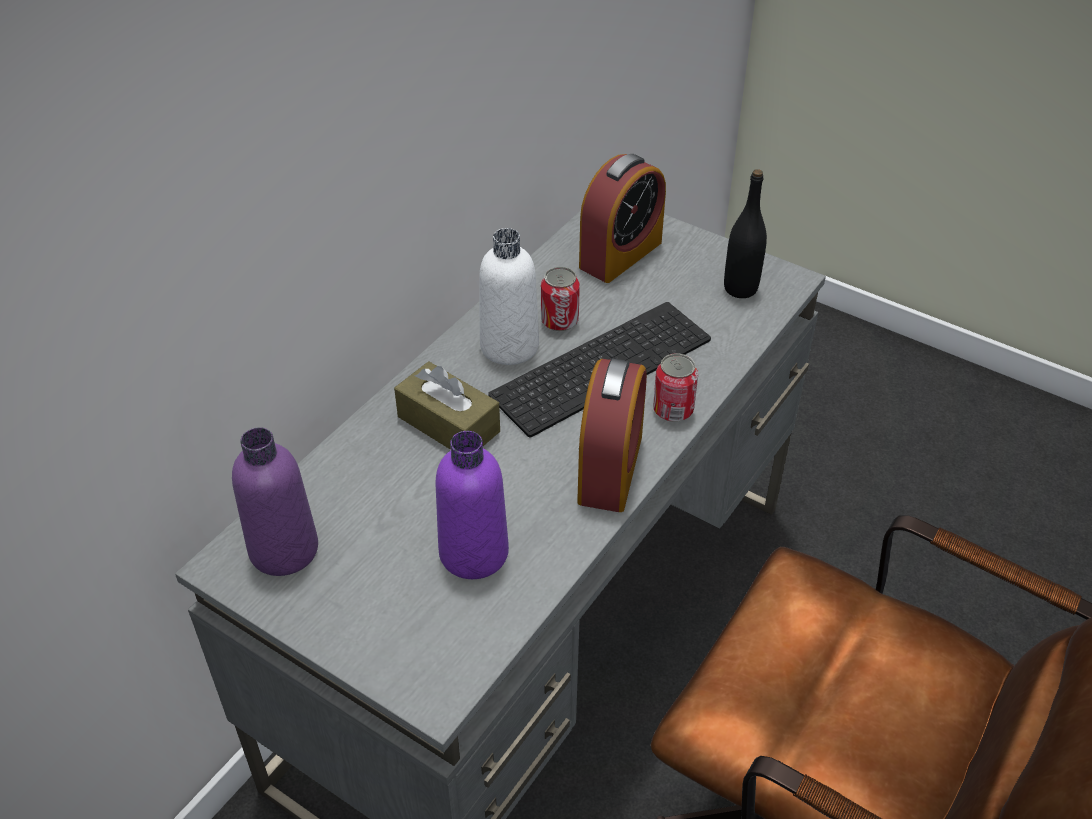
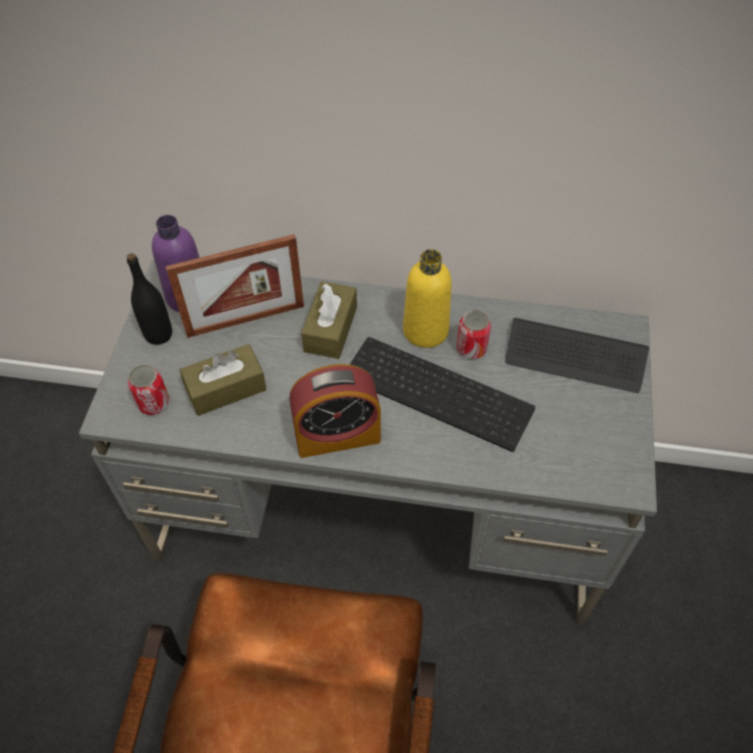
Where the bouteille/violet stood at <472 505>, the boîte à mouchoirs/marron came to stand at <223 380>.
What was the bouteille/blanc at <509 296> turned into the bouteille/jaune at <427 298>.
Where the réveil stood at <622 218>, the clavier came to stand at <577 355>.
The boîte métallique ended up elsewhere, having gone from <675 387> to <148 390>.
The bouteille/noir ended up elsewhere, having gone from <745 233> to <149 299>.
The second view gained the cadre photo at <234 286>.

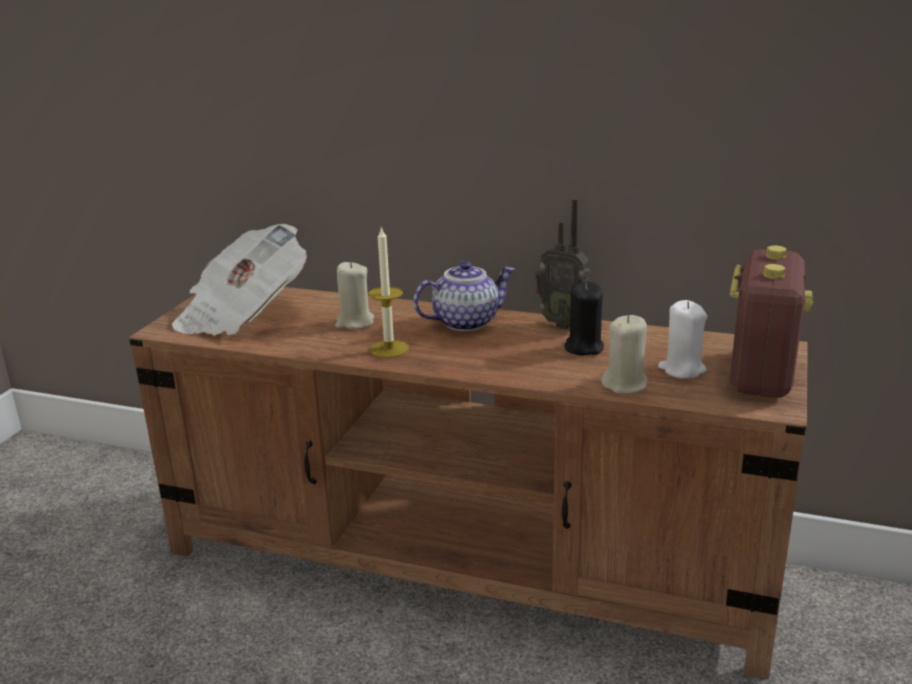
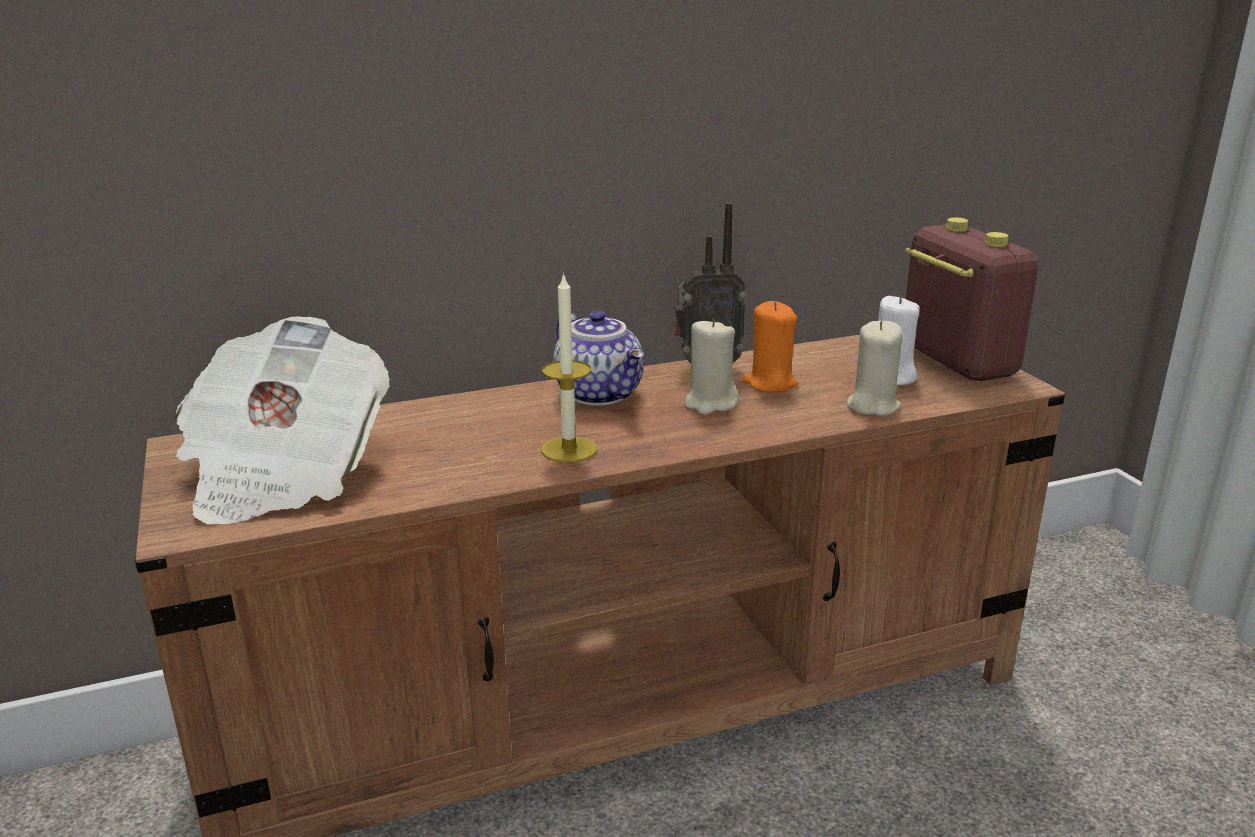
The bougie/beige ended up elsewhere, having gone from <354 295> to <711 366>.
The théière at <464 296> ended up facing another way, 120 degrees clockwise from before.
What was the bougie/noir at <584 319> turned into the bougie/orange at <770 347>.

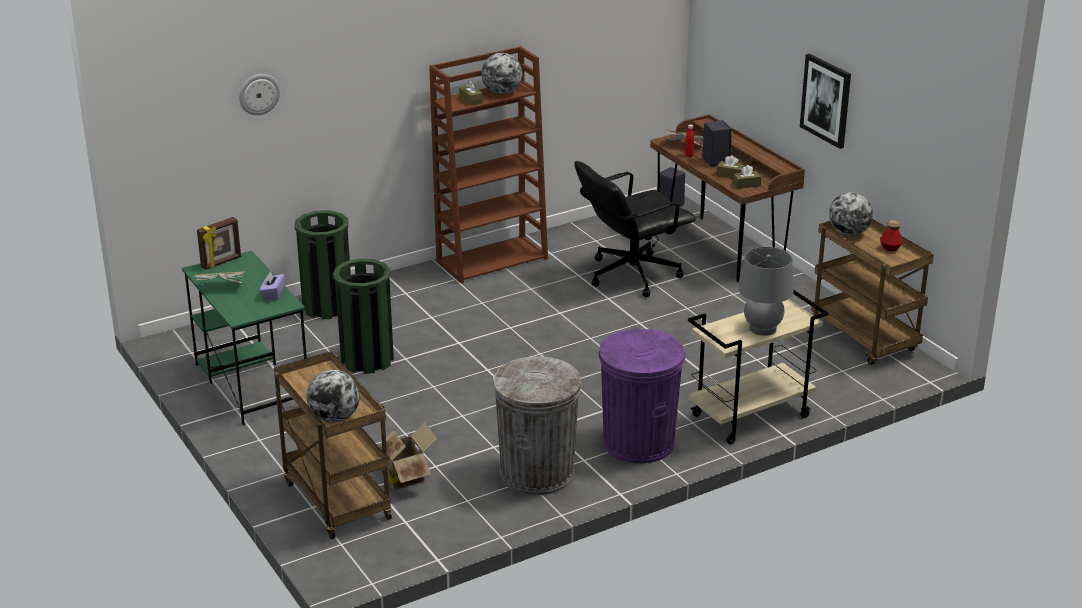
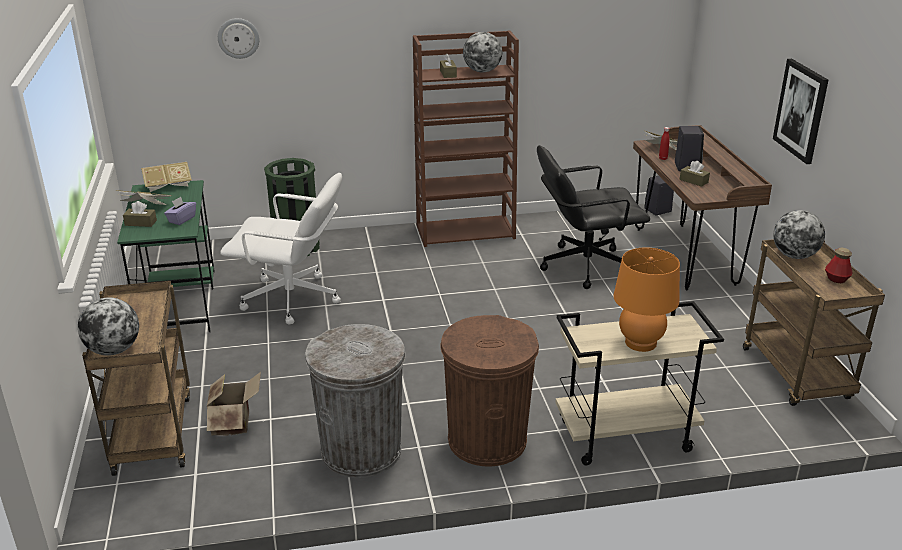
Where the cadre photo stood at <219 243>, the livre came to stand at <166 177>.
Where the poubelle/vert stood at <363 316>, the chaise de bureau/blanc came to stand at <281 249>.
What was the poubelle/violet at <642 395> turned into the poubelle/marron at <490 390>.
The boîte à mouchoirs/marron ended up elsewhere, having gone from <747 177> to <140 214>.
What was the lampe de table/gris at <766 291> turned into the lampe de table/orange at <647 300>.

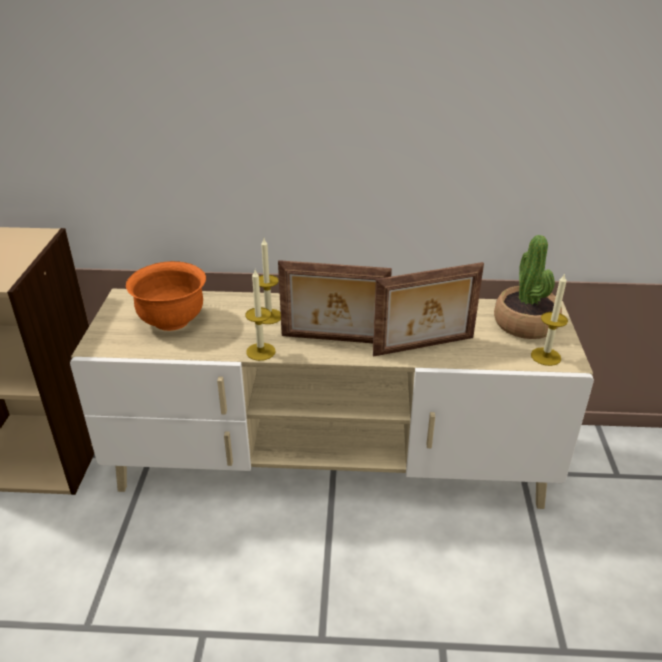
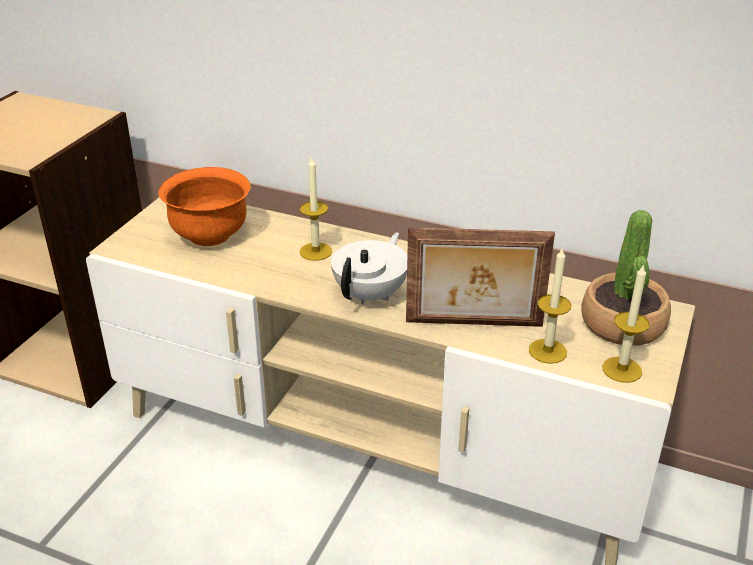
The bougie ended up elsewhere, having gone from <260 315> to <550 305>.
Where the cadre photo stood at <335 301>, the théière/blanc came to stand at <369 268>.

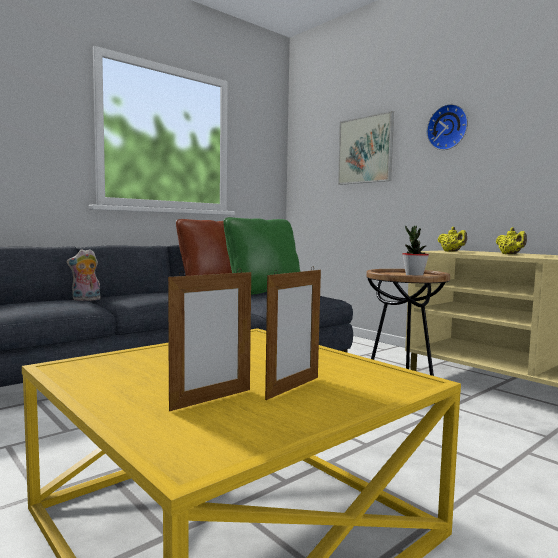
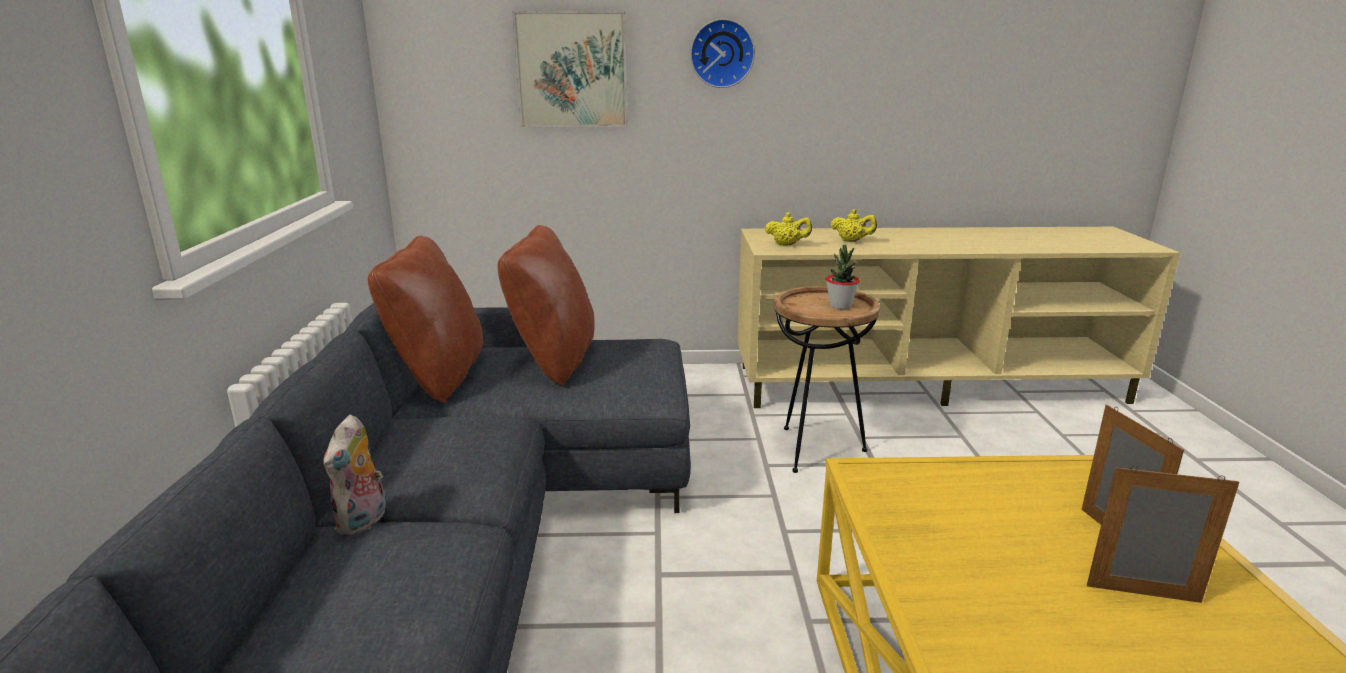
The cadre photo at <209 339> ended up facing another way, 75 degrees counterclockwise from before.
What was the coussin/vert at <262 256> turned into the coussin/marron at <546 305>.

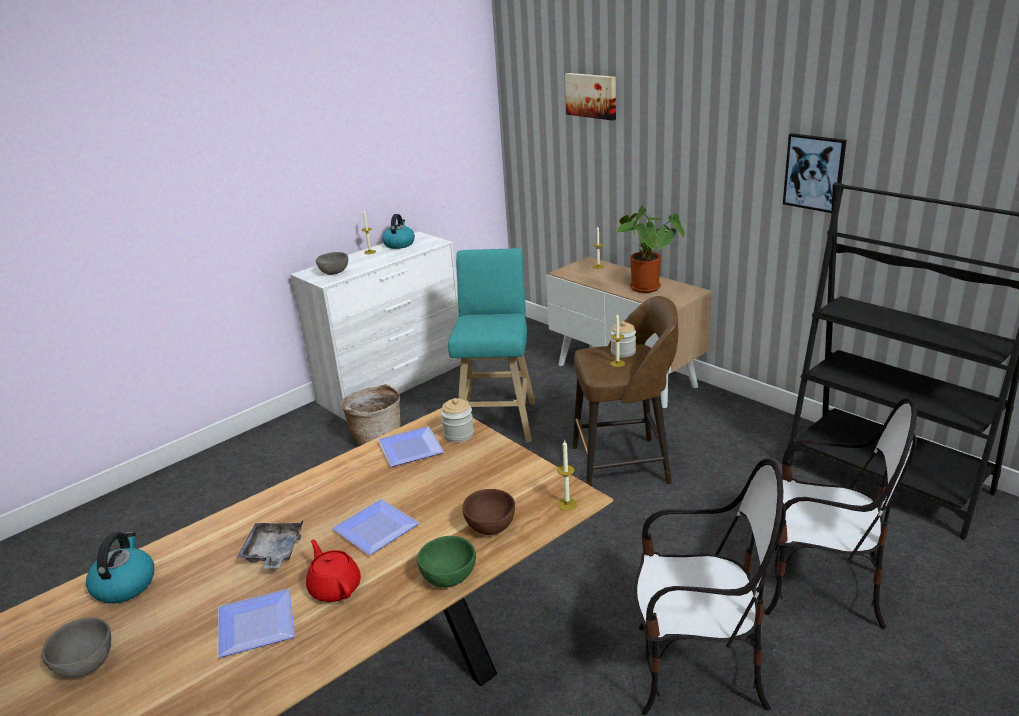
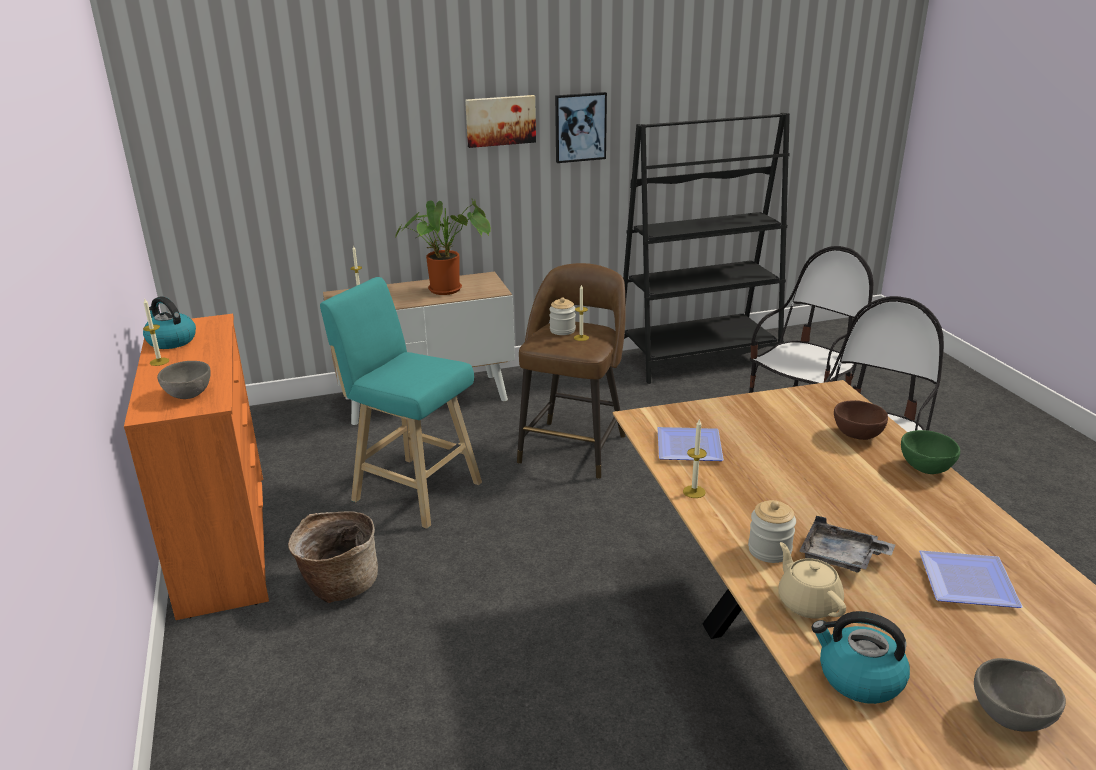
What was the commode/blanc at <375 326> turned into the commode/orange at <196 467>.
The second view lost the théière/rouge at <333 570>.
The second view lost the assiette at <375 527>.
The bocal ended up elsewhere, having gone from <457 420> to <772 531>.
The bougie ended up elsewhere, having gone from <567 475> to <695 458>.
The tableau ended up elsewhere, having gone from <590 96> to <500 121>.
The second view gained the théière/beige at <812 580>.

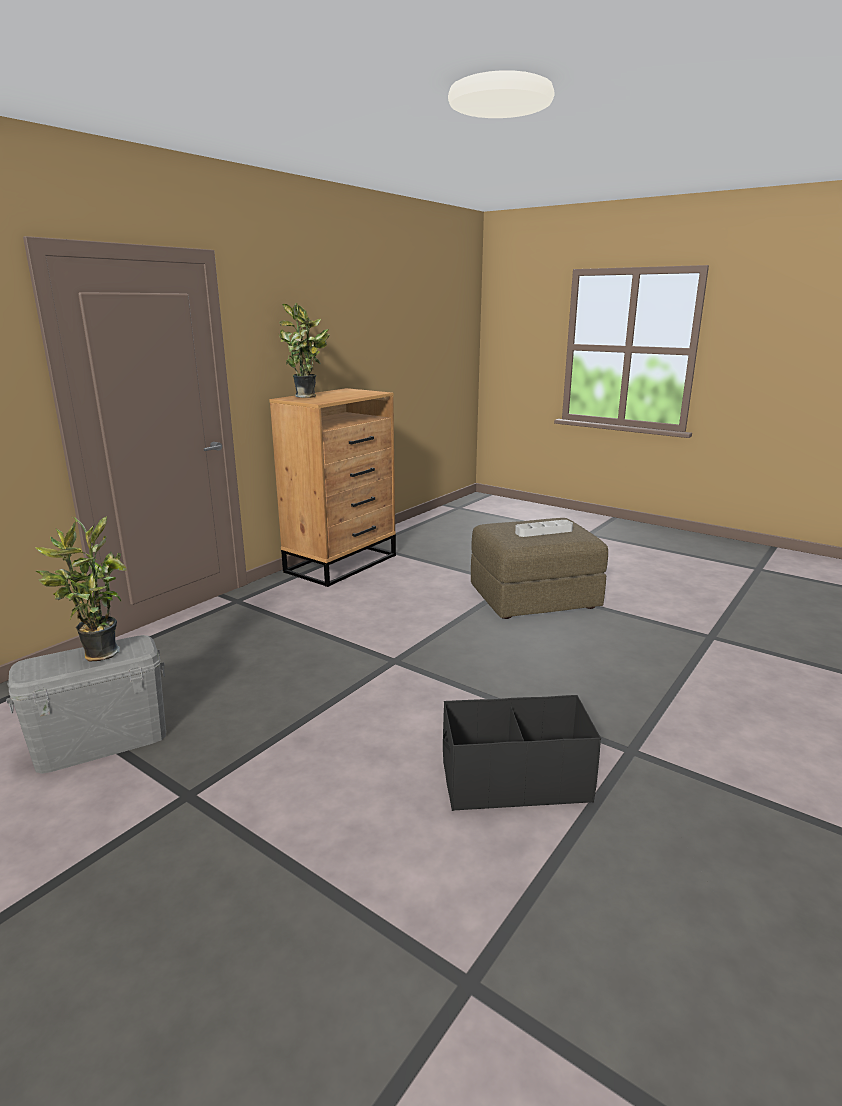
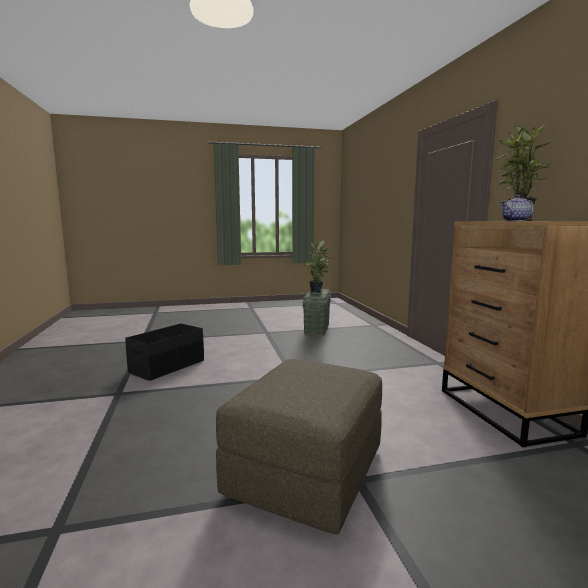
What was the boîte de rangement/gris at <86 704> turned into the boîte de rangement/vert at <317 312>.
The second view lost the plateau/gris at <544 528>.
The second view gained the théière at <517 208>.

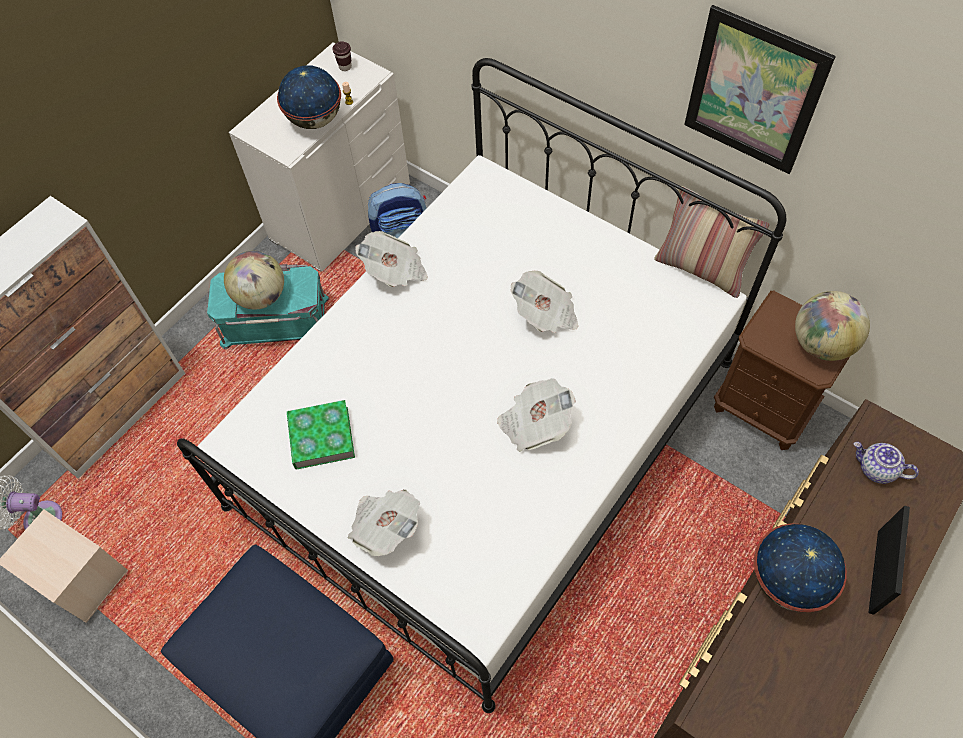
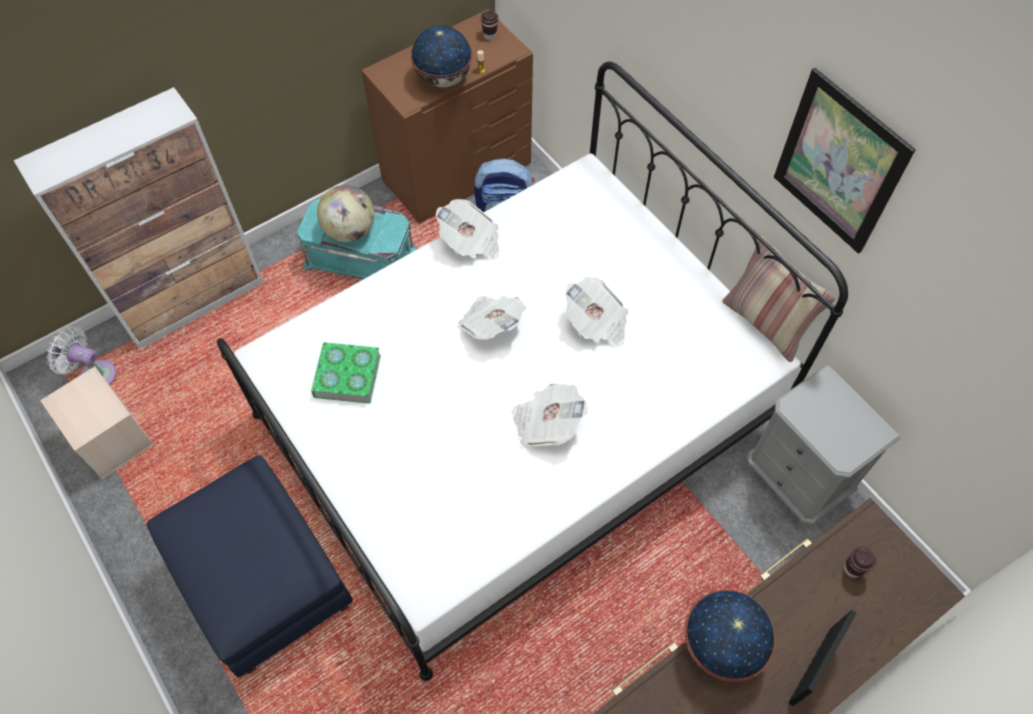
What was the commode/blanc at <319 157> turned into the commode/marron at <447 116>.
The journal ended up elsewhere, having gone from <384 522> to <492 318>.
What was the table de chevet/marron at <782 370> turned into the table de chevet/gris at <823 446>.
The second view lost the globe at <832 326>.
Where the théière stood at <886 463>, the tasse/marron came to stand at <860 562>.

